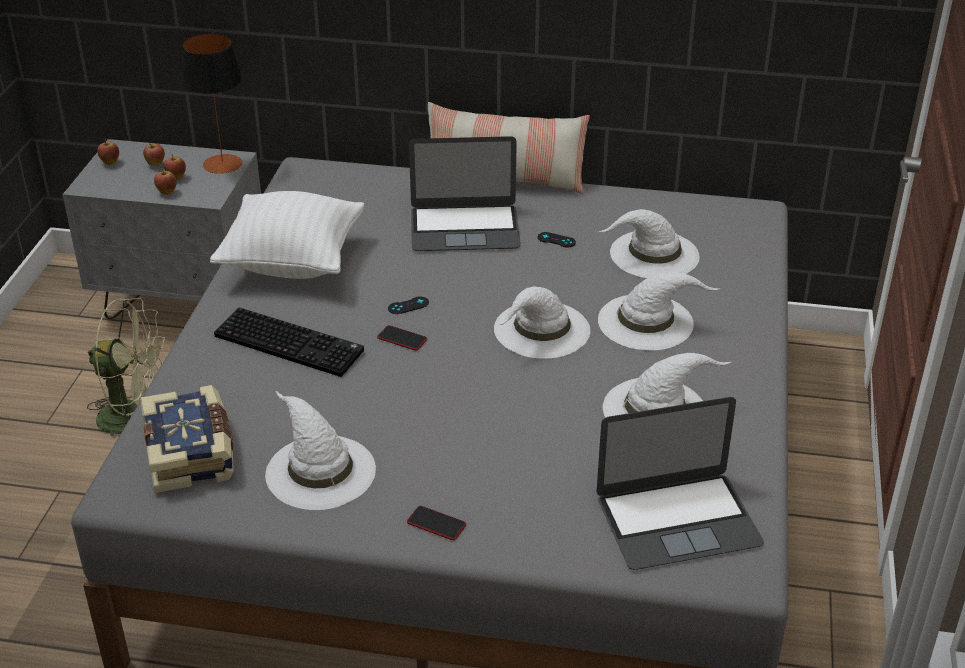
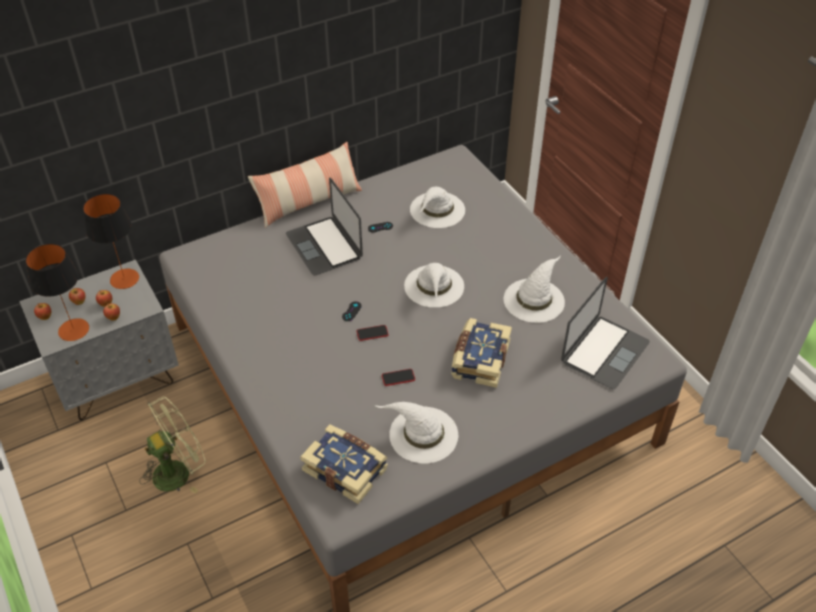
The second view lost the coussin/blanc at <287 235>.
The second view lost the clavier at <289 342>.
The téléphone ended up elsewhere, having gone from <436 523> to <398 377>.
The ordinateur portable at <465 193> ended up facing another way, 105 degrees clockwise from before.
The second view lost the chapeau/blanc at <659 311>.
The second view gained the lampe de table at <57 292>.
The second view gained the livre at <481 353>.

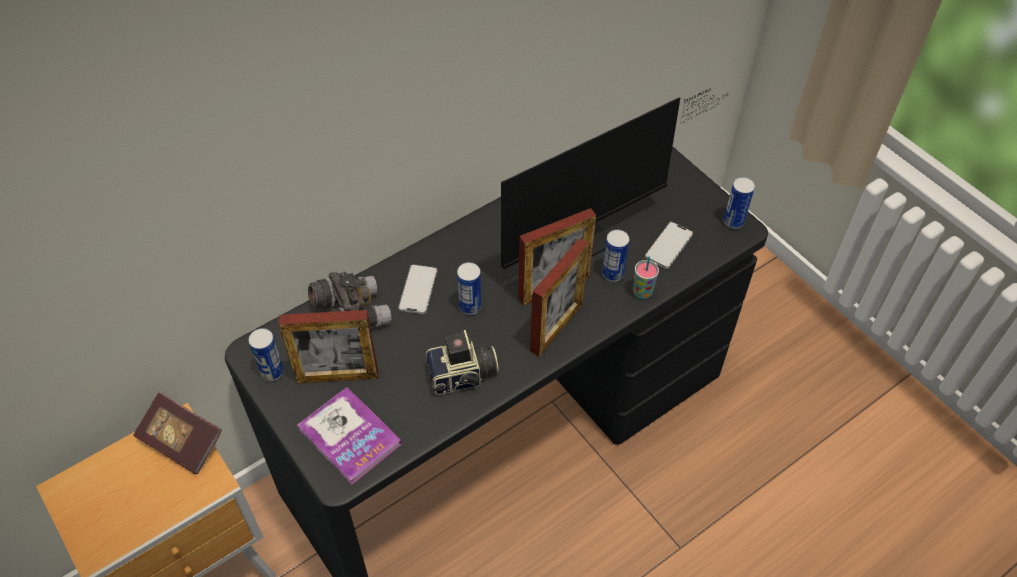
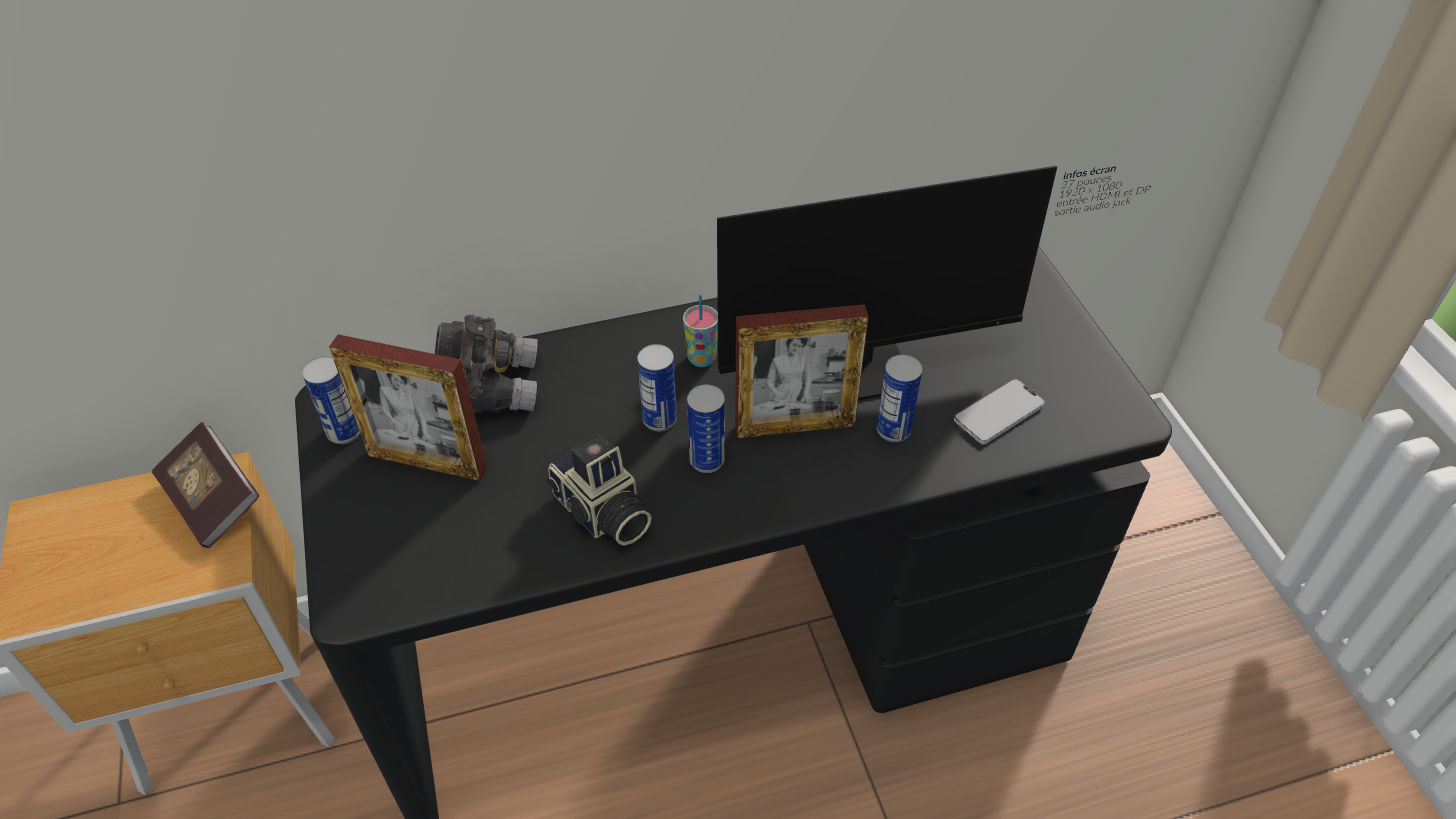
The second view lost the livre at <349 435>.
The second view lost the téléphone at <417 289>.
The appareil photo at <462 362> ended up facing another way, 45 degrees clockwise from before.
The second view lost the cadre photo at <559 297>.
The tasse ended up elsewhere, having gone from <646 277> to <700 330>.
The boîte métallique ended up elsewhere, having gone from <739 203> to <706 428>.

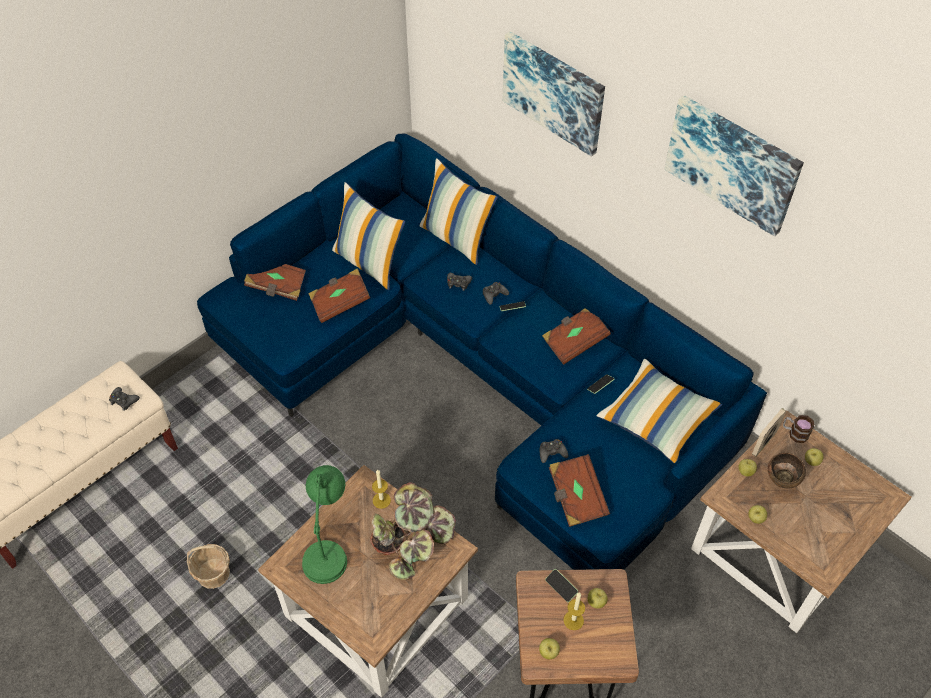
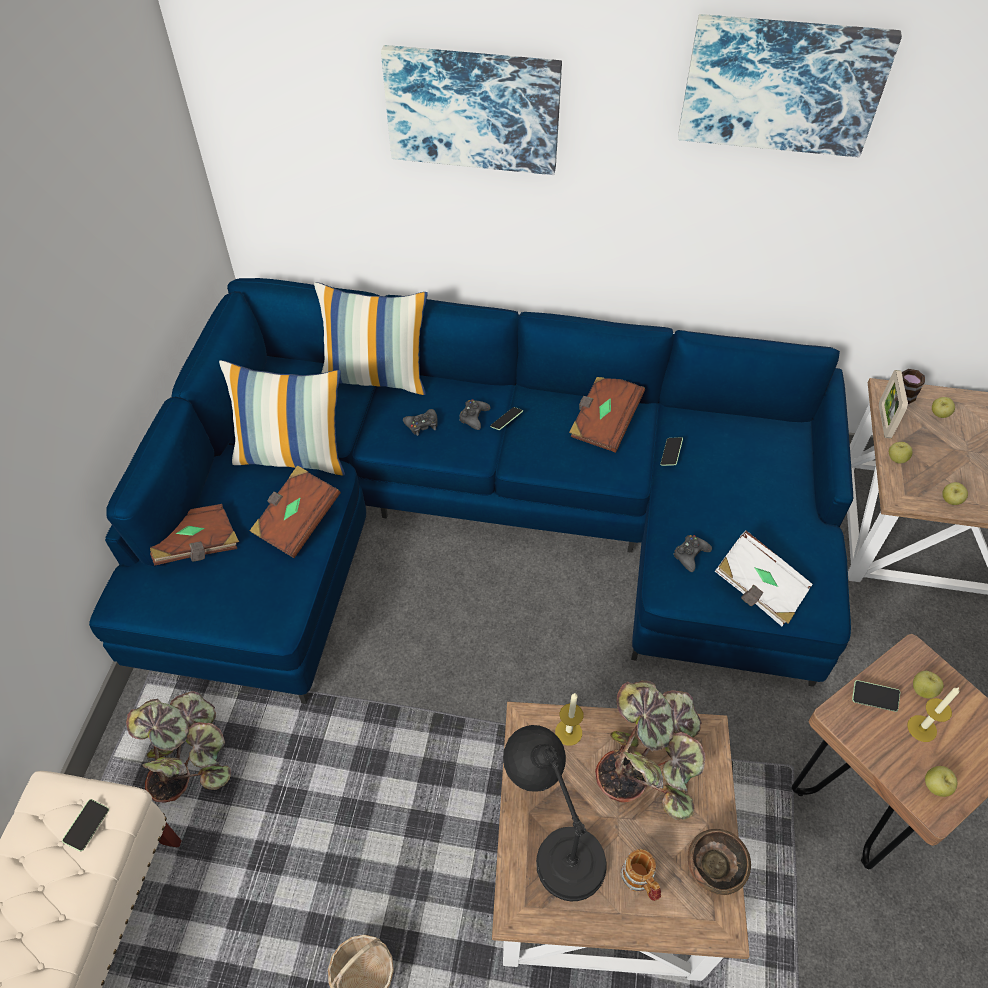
Where the manette/noir stood at <124 399>, the téléphone came to stand at <85 825>.
What was the lampe de table/vert at <324 524> turned into the lampe de table/noir at <554 813>.
What was the livre/marron at <579 490> turned into the livre/blanc at <764 578>.
The second view lost the coussin at <659 411>.
The bol/marron ended up elsewhere, having gone from <787 470> to <719 862>.
The second view gained the plante en pot at <178 747>.
The second view gained the mug at <640 875>.

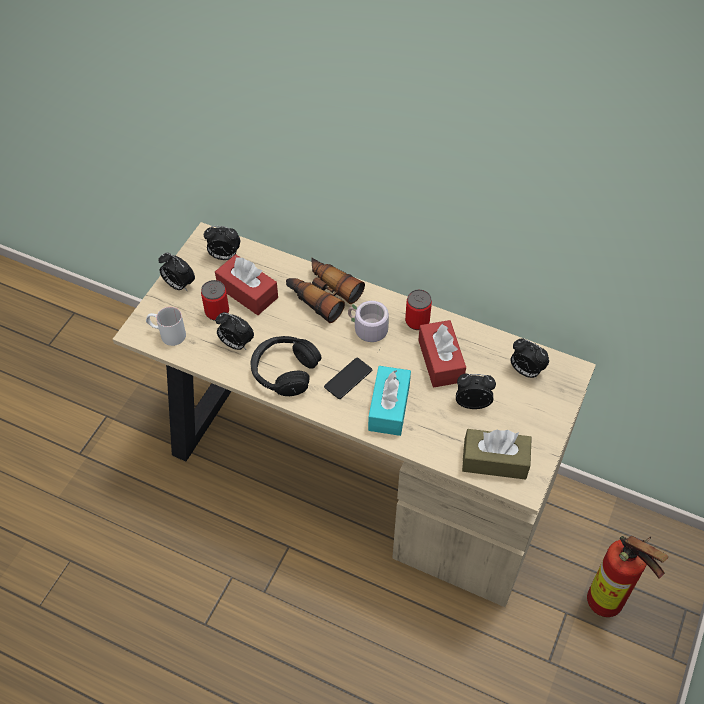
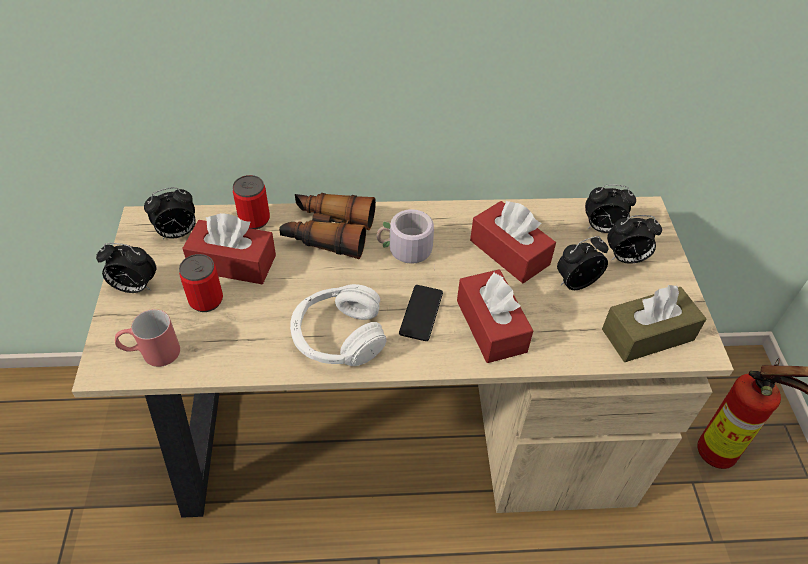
What was the mug/blanc at <166 326> turned into the mug/rouge at <147 338>.
The réveil ended up elsewhere, having gone from <235 331> to <634 239>.
What was the casque audio/noir at <286 366> turned into the casque audio/blanc at <338 325>.
What was the boîte à mouchoirs/turquoise at <389 401> turned into the boîte à mouchoirs/rouge at <495 316>.
The boîte métallique ended up elsewhere, having gone from <418 309> to <251 202>.

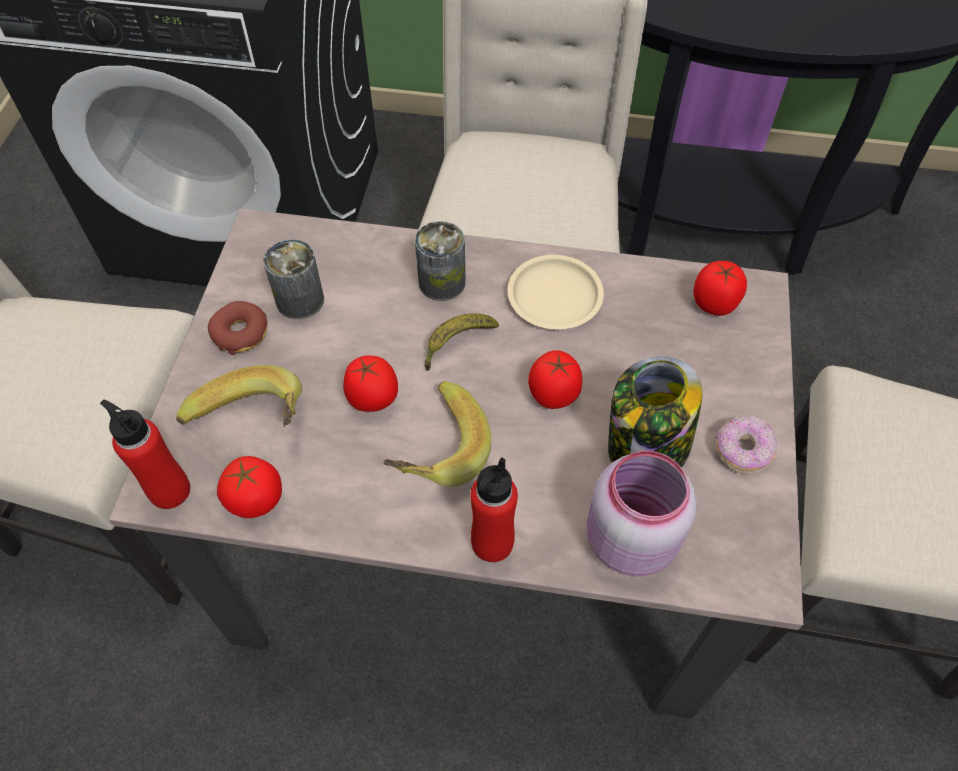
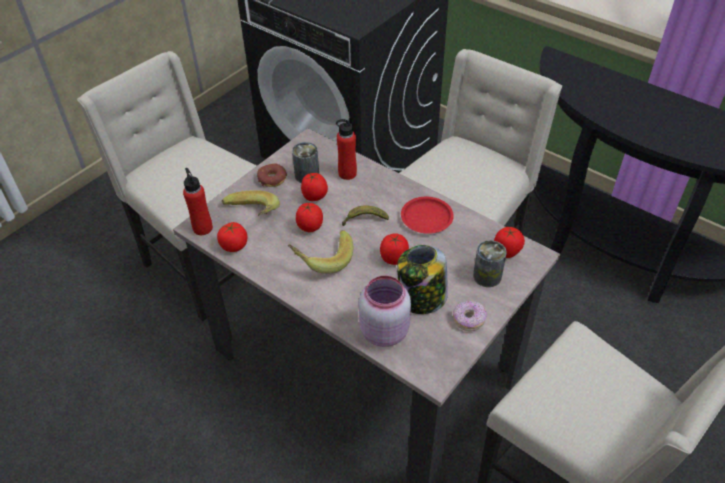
The boîte métallique ended up elsewhere, having gone from <440 261> to <490 263>.
The bouteille/rouge ended up elsewhere, having gone from <494 509> to <346 148>.
What was the assiette/beige at <555 292> turned into the assiette/rouge at <427 215>.
The second view gained the tomate at <314 187>.

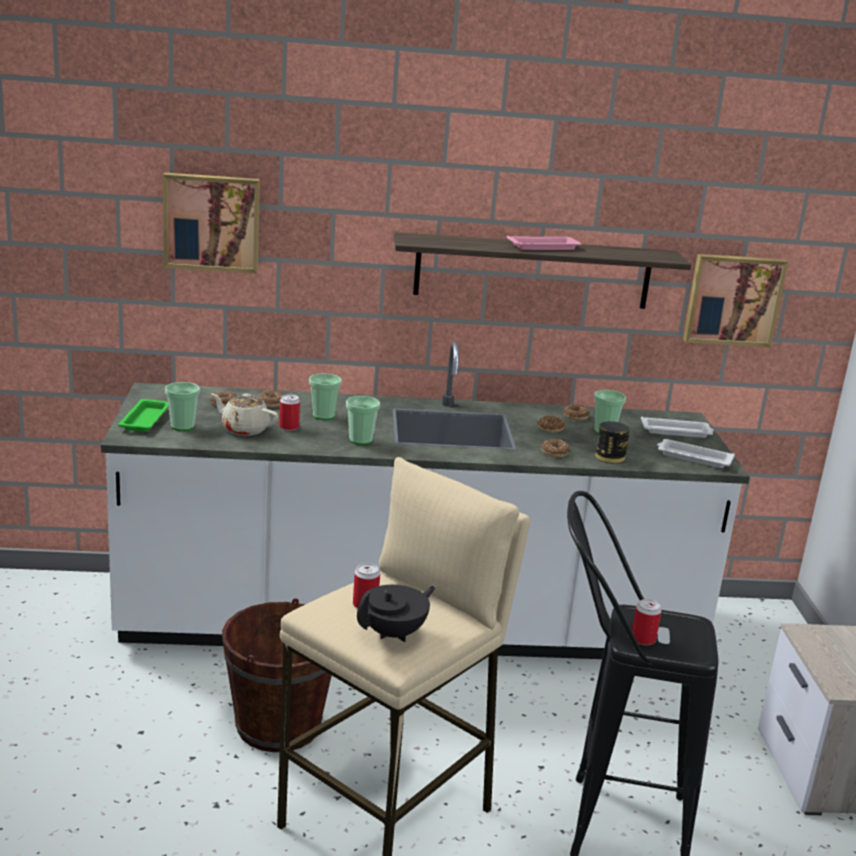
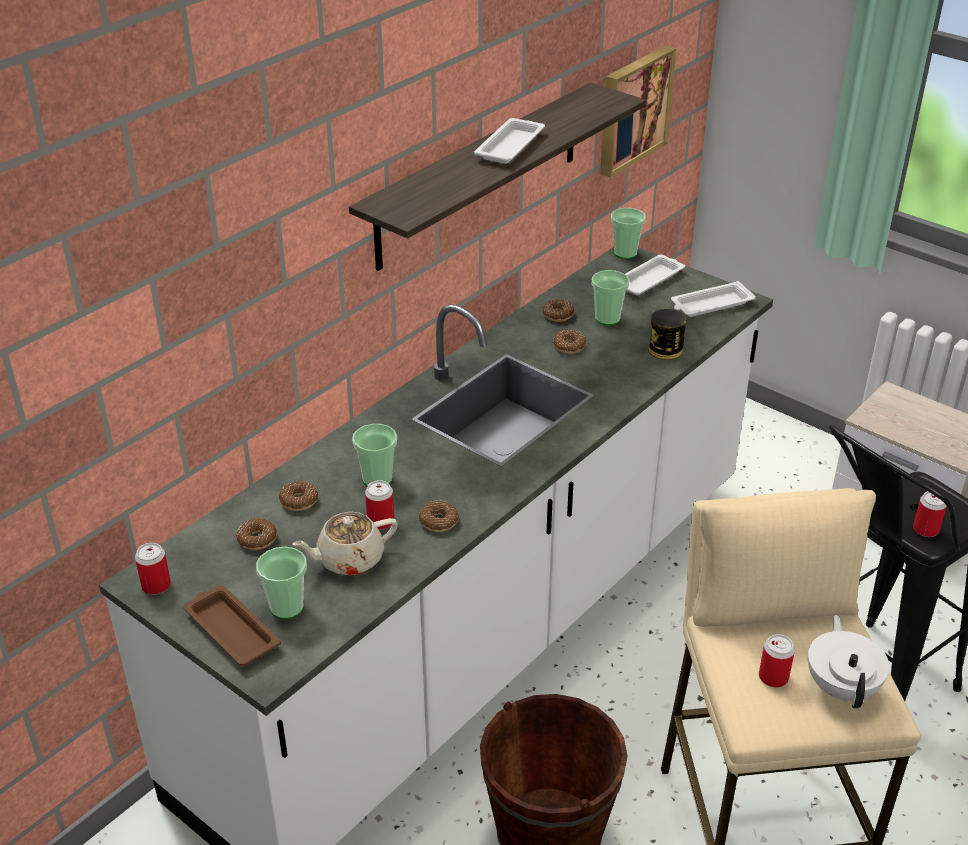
What was the plateau/vert at <143 415> turned into the plateau/marron at <232 625>.
The second view lost the tableau at <211 223>.
The tasse ended up elsewhere, having gone from <363 420> to <628 233>.
What was the théière/noir at <396 613> turned into the théière/blanc at <849 661>.
What was the plateau/rose at <544 243> turned into the plateau/blanc at <509 141>.
The beignet ended up elsewhere, having gone from <555 448> to <439 516>.
The second view gained the boîte métallique at <153 569>.

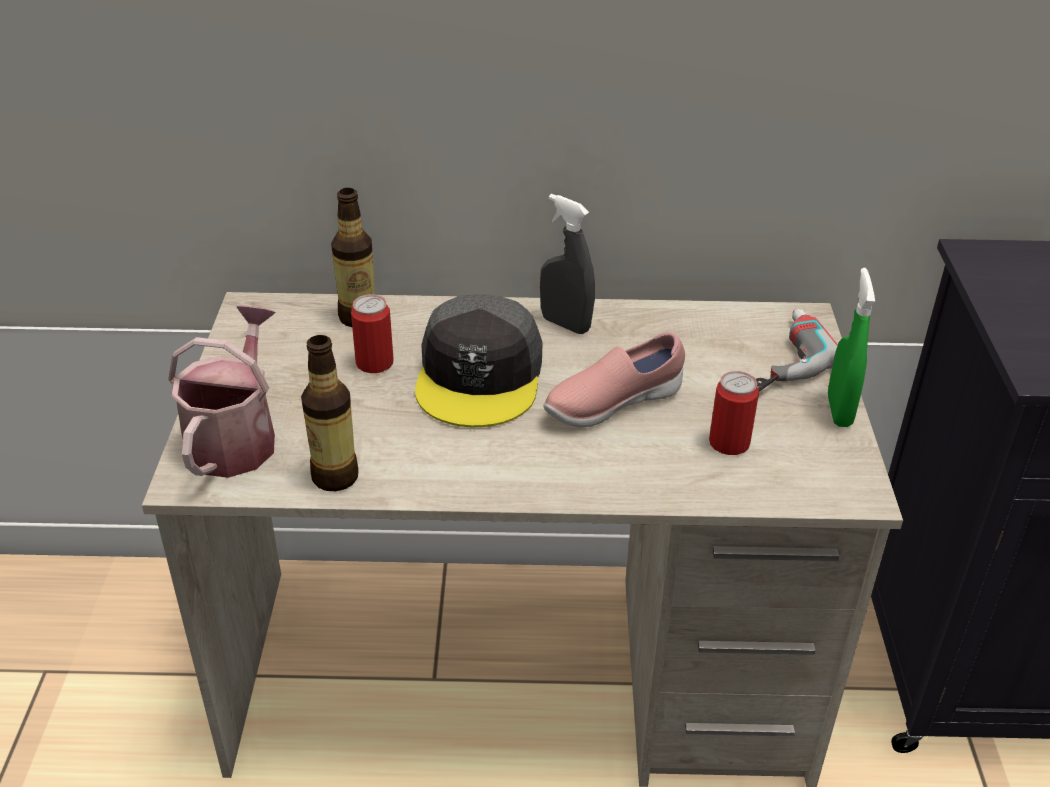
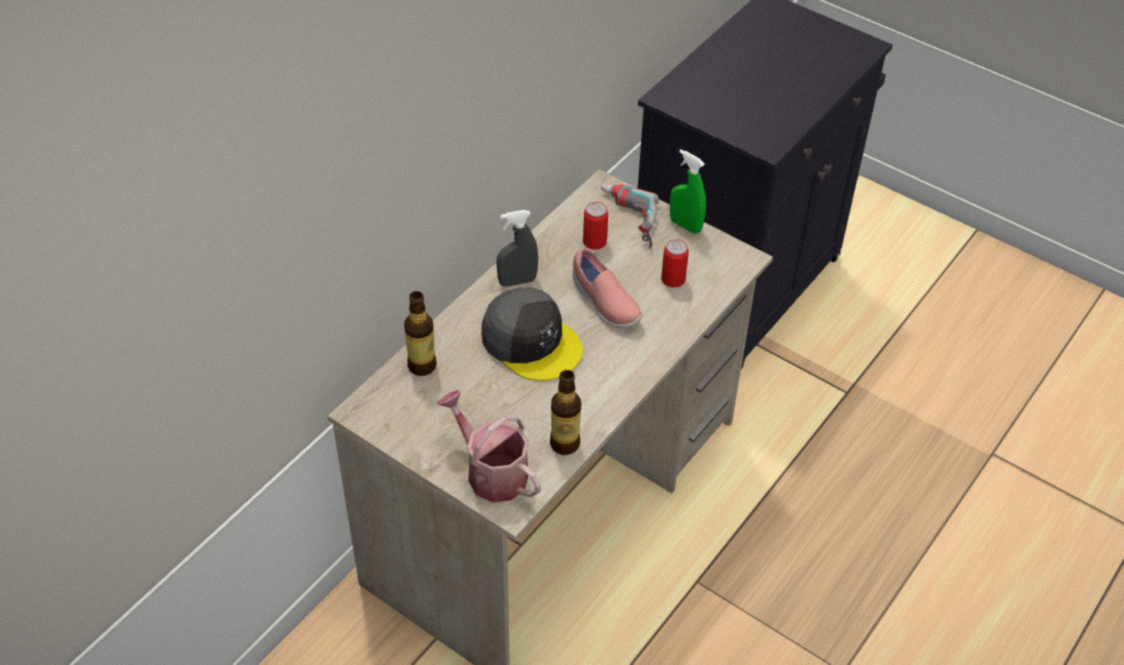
The boîte métallique ended up elsewhere, having gone from <372 333> to <595 226>.
The chaussure/rose at <614 379> ended up facing another way, 45 degrees counterclockwise from before.

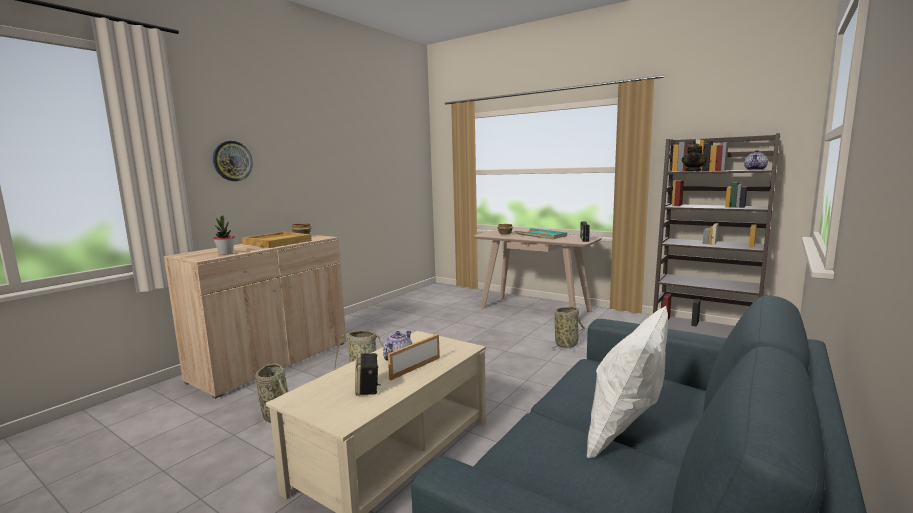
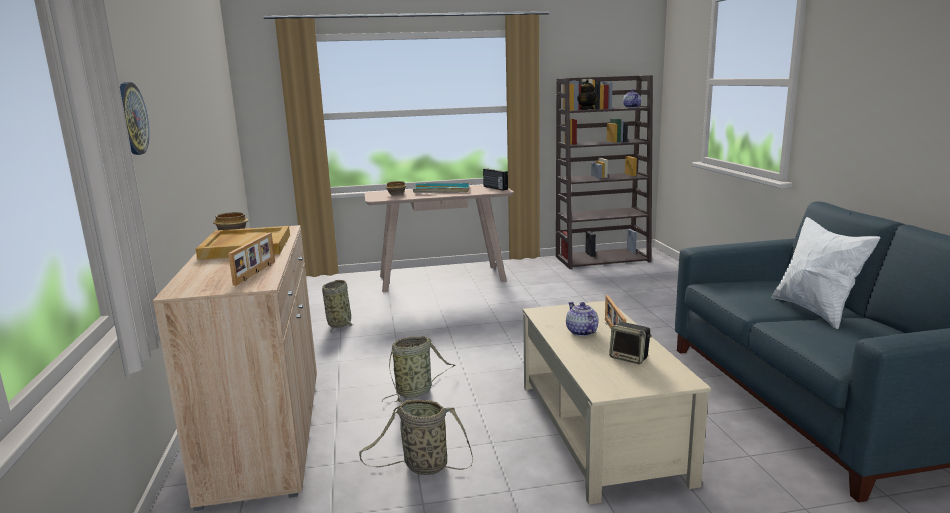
Where the plante en pot stood at <224 235>, the cadre photo came to stand at <251 259>.
The panier ended up elsewhere, having gone from <568 328> to <338 306>.

